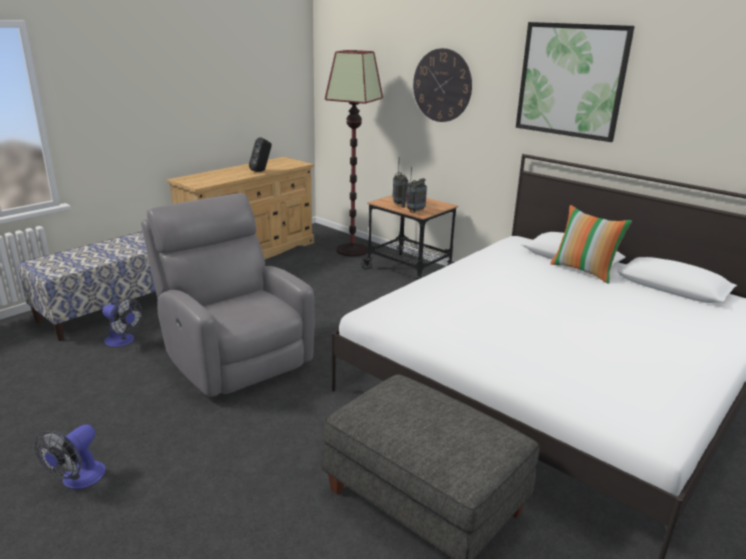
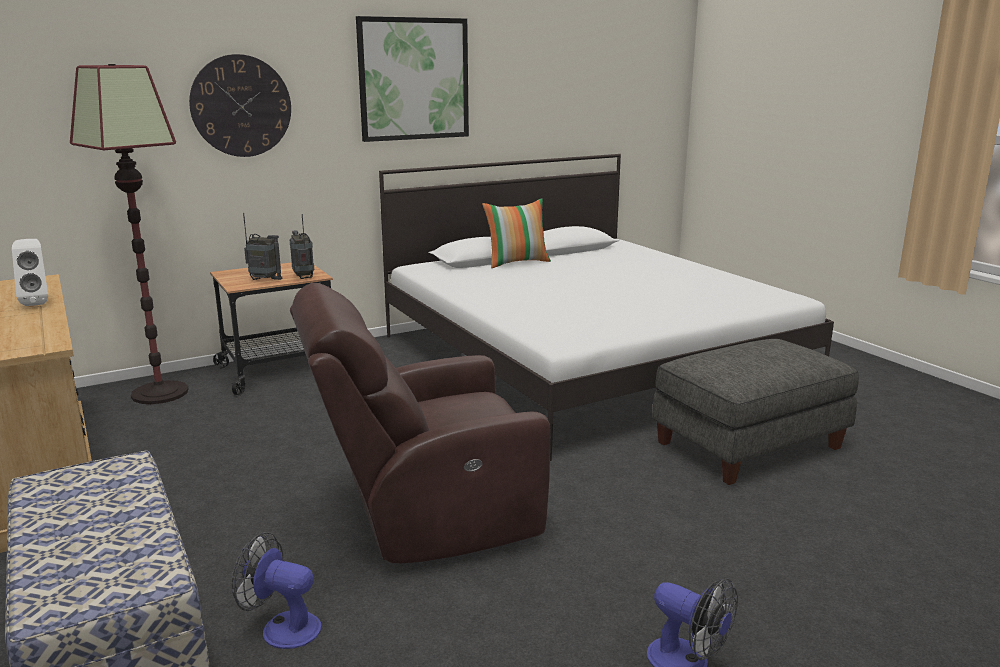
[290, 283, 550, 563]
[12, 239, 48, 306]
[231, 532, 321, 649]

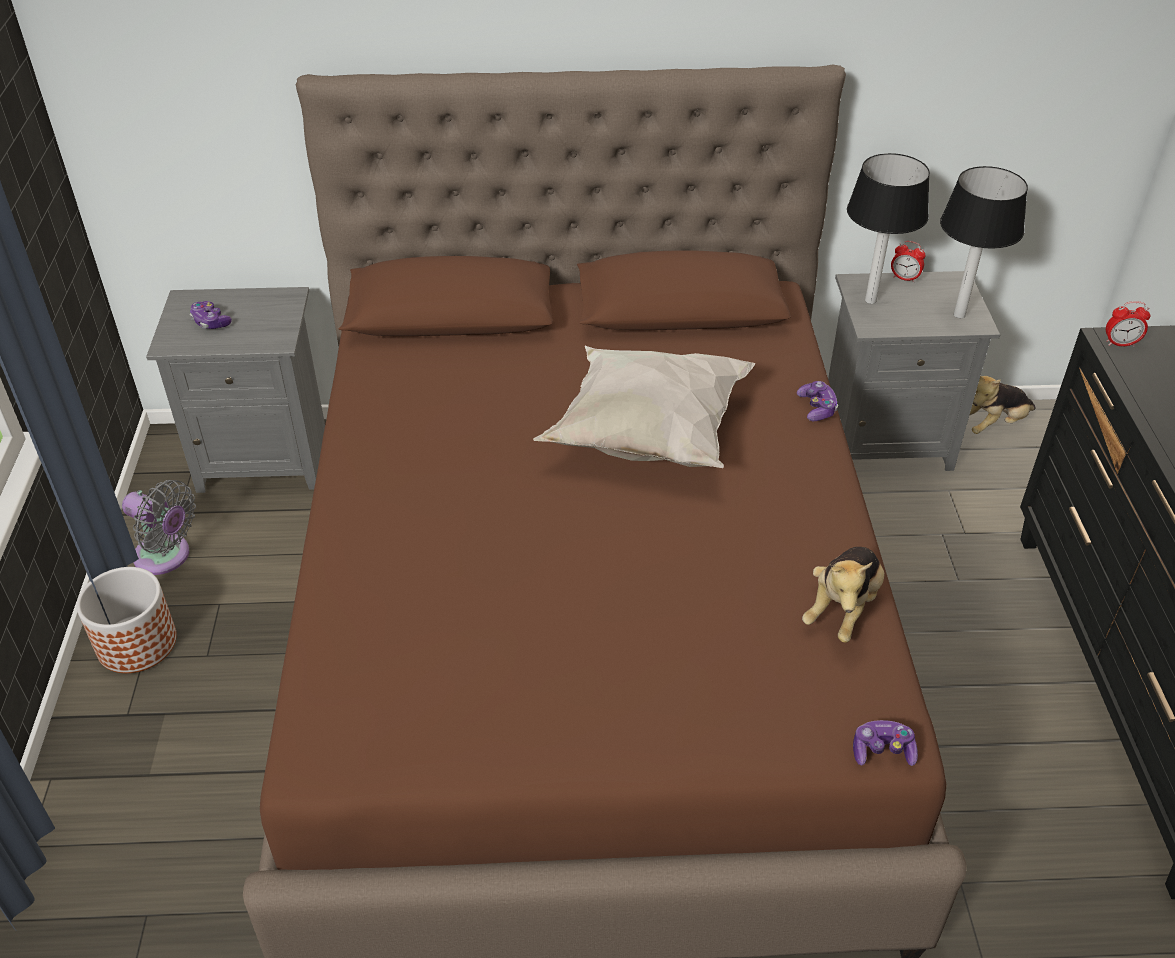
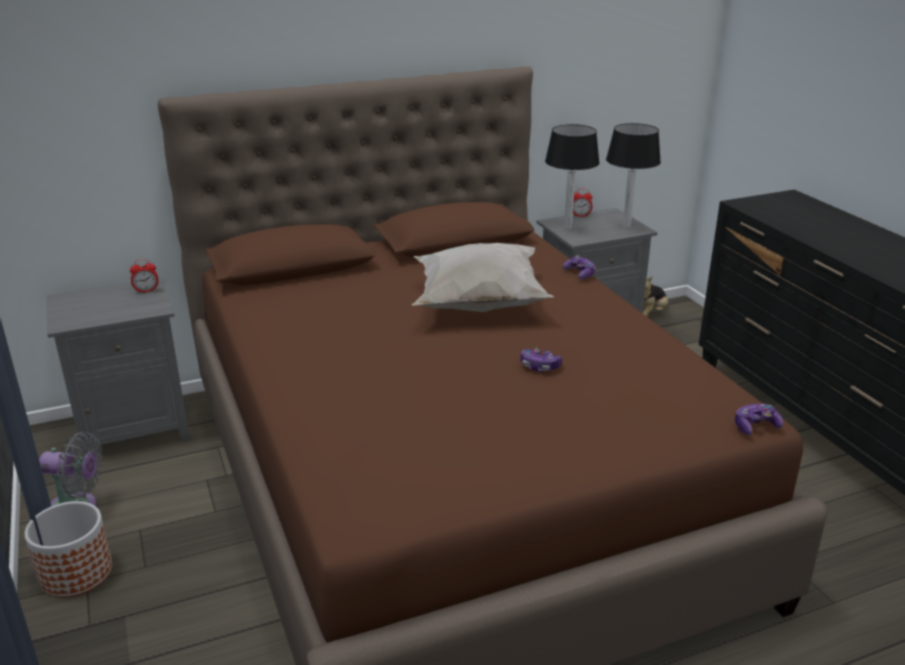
[802, 547, 884, 643] (first image)
[520, 348, 562, 371]
[130, 259, 158, 293]

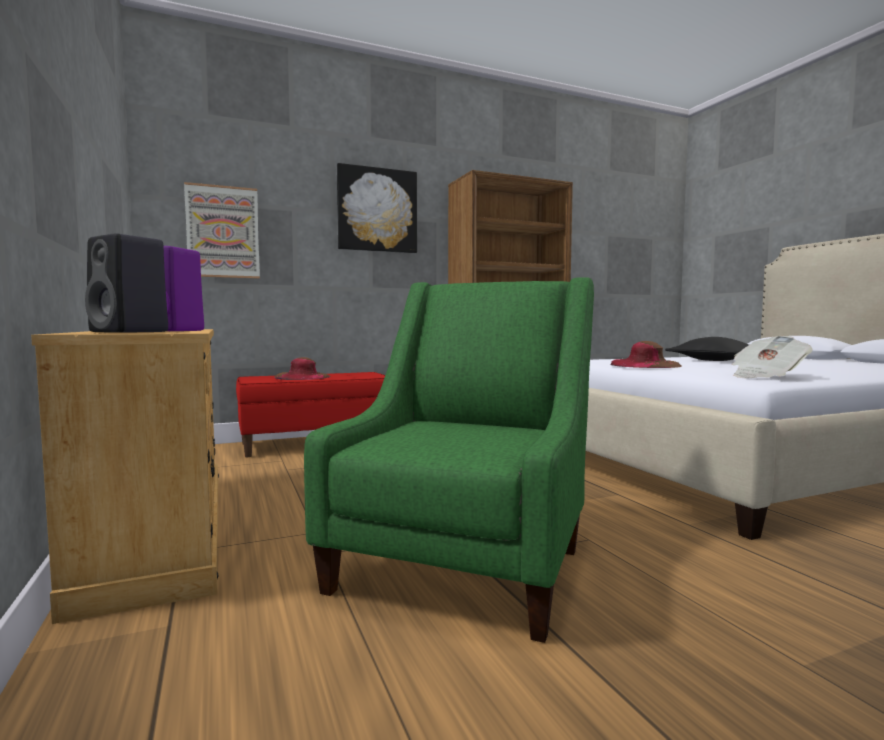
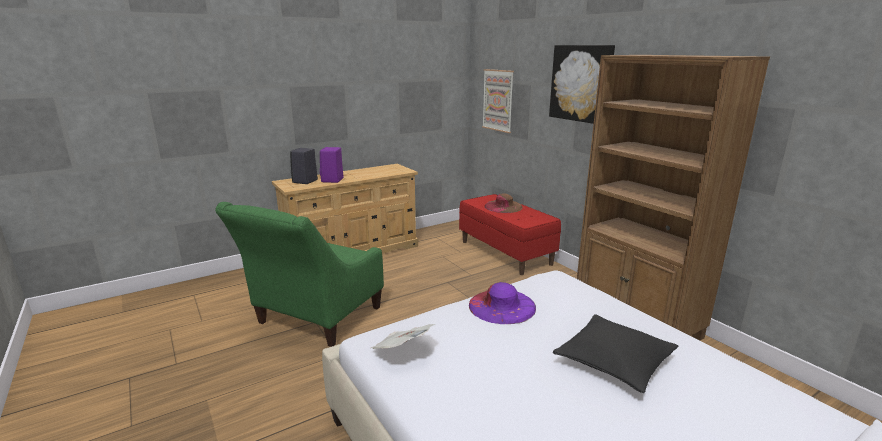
[469, 282, 536, 324]
[215, 202, 384, 347]

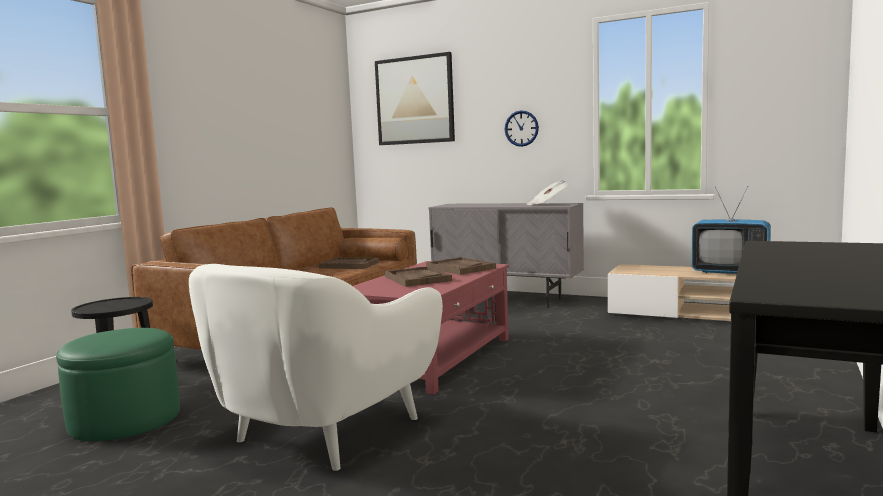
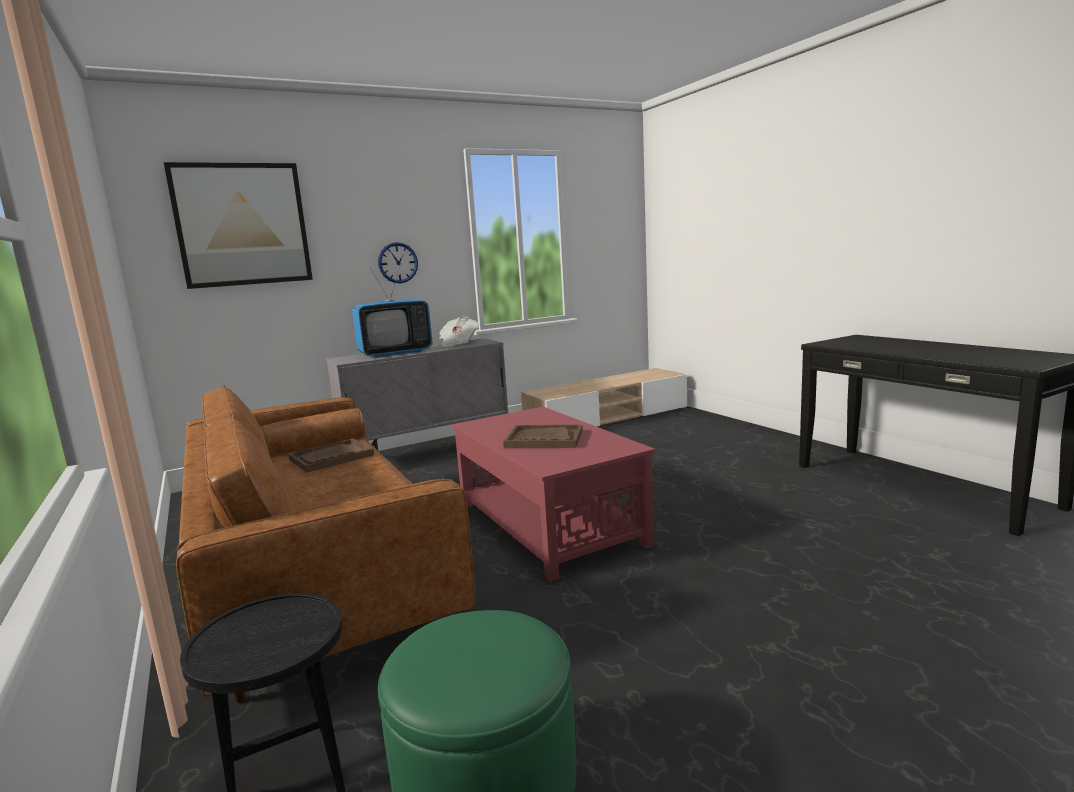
[189, 264, 443, 471] (first image)
[426, 257, 496, 275] (first image)
[352, 265, 433, 358]

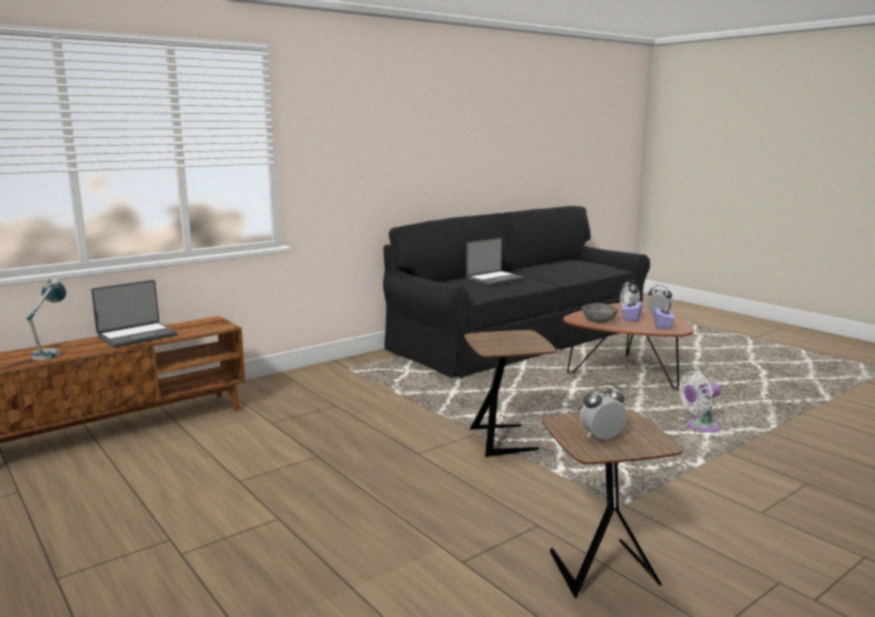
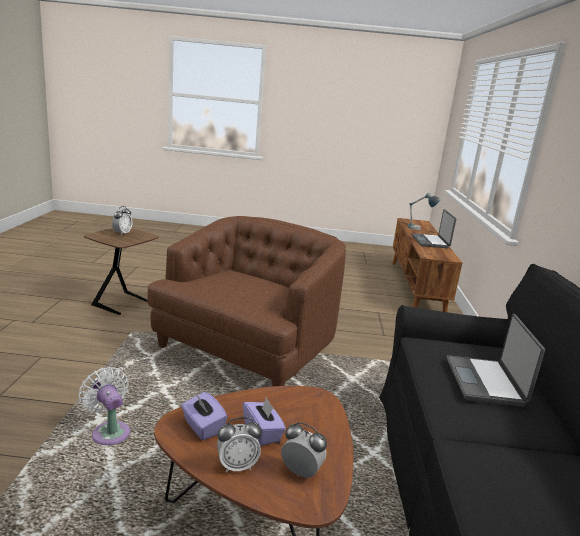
[582, 303, 618, 323] (first image)
[147, 216, 346, 386]
[79, 367, 130, 445]

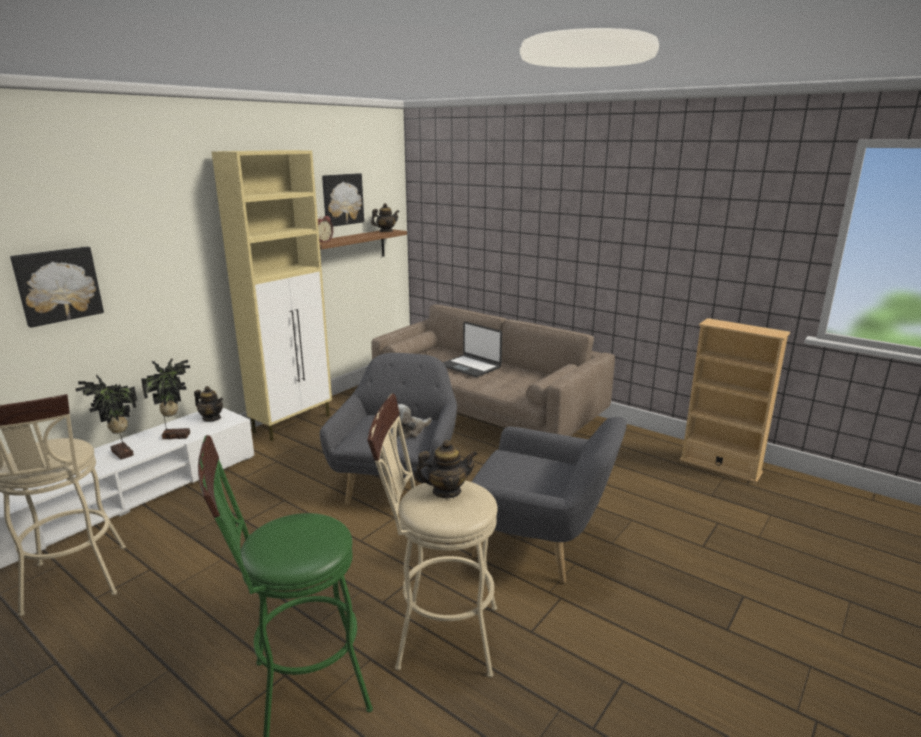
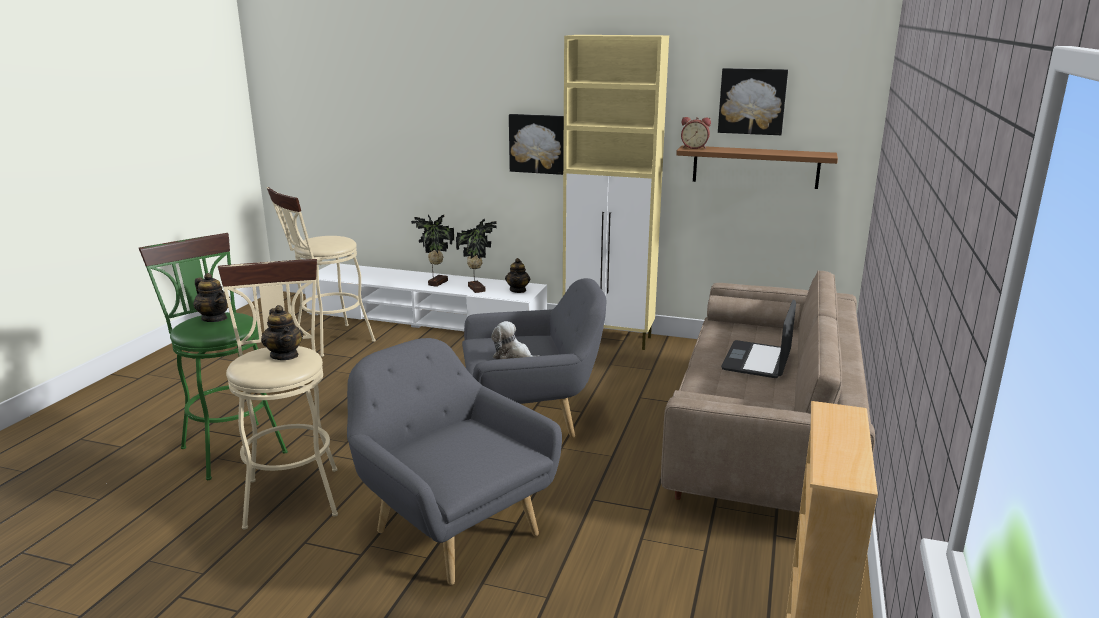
[509, 114, 564, 175]
[193, 273, 230, 322]
[347, 338, 562, 585]

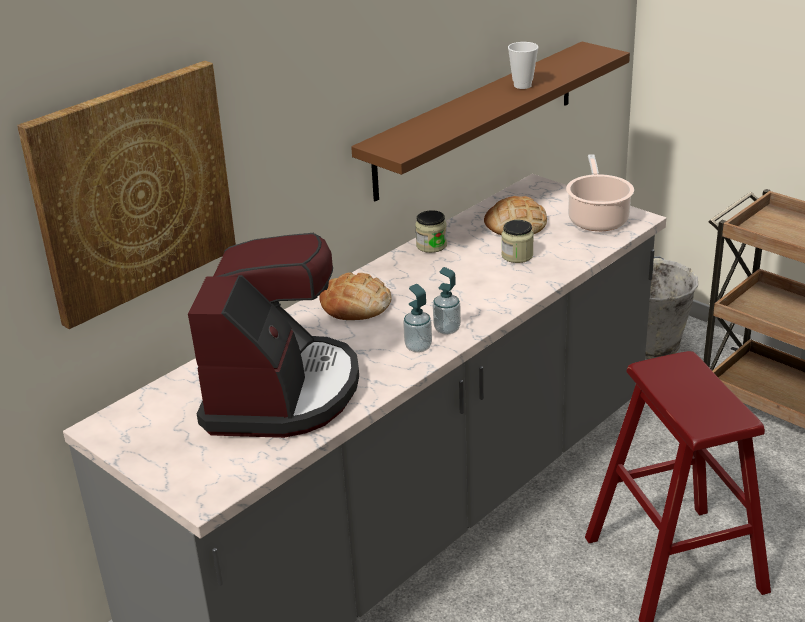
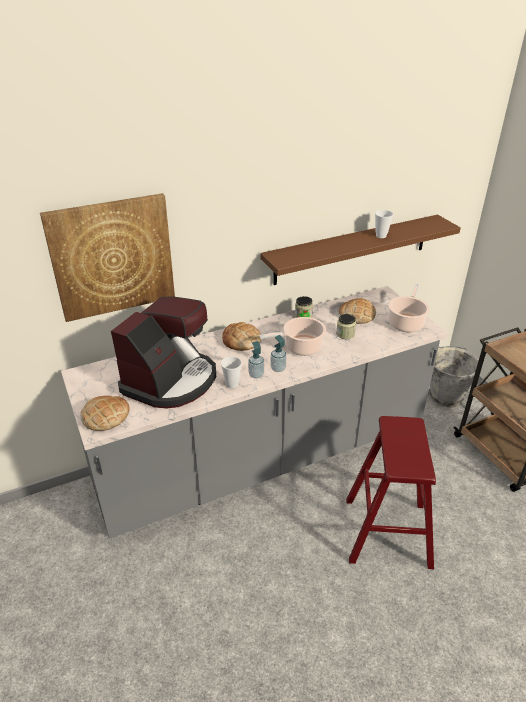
[80, 396, 130, 431]
[221, 357, 242, 388]
[259, 317, 326, 356]

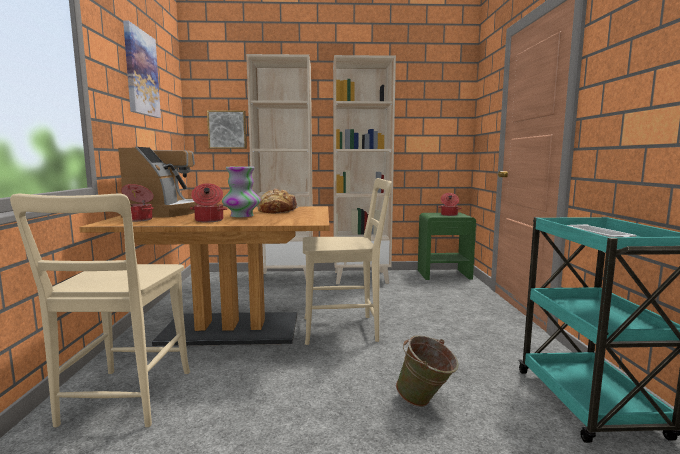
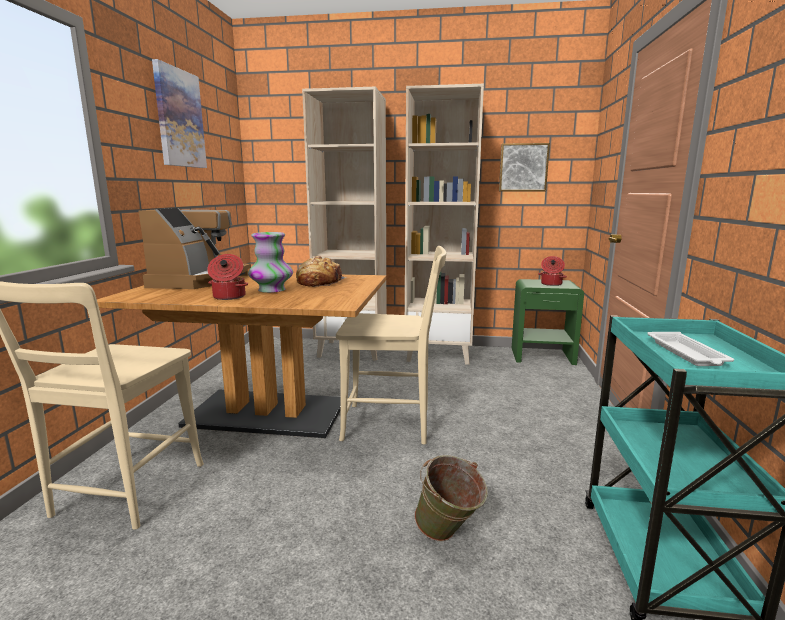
[121, 184, 154, 222] (first image)
[499, 143, 550, 191]

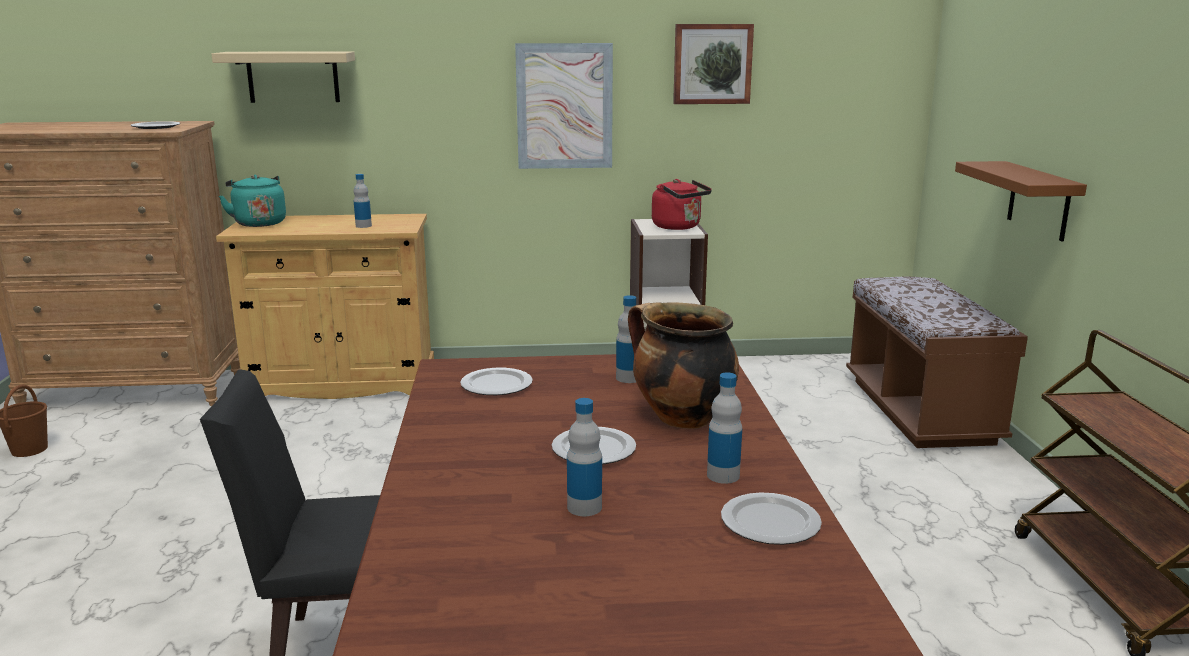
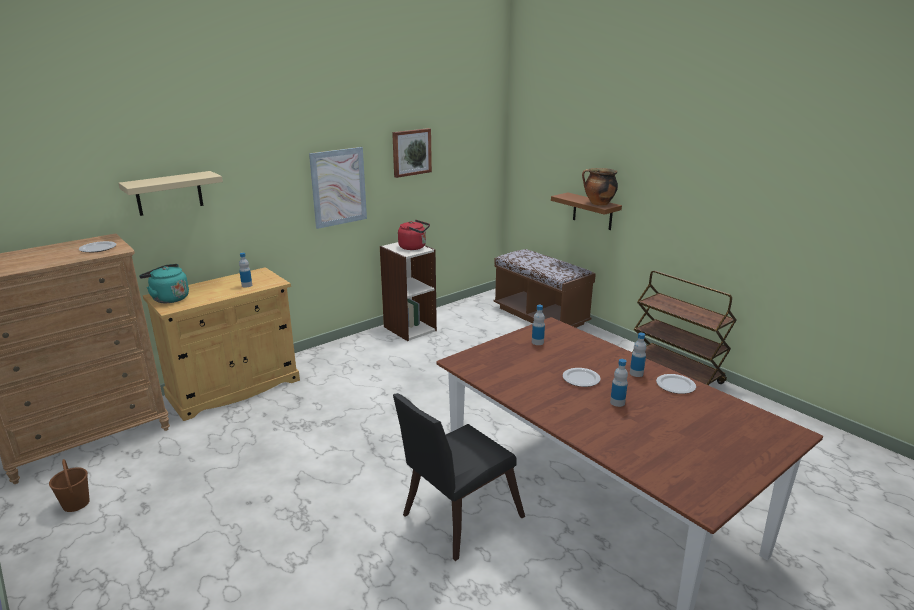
[460, 368, 533, 395] (first image)
[582, 168, 618, 206]

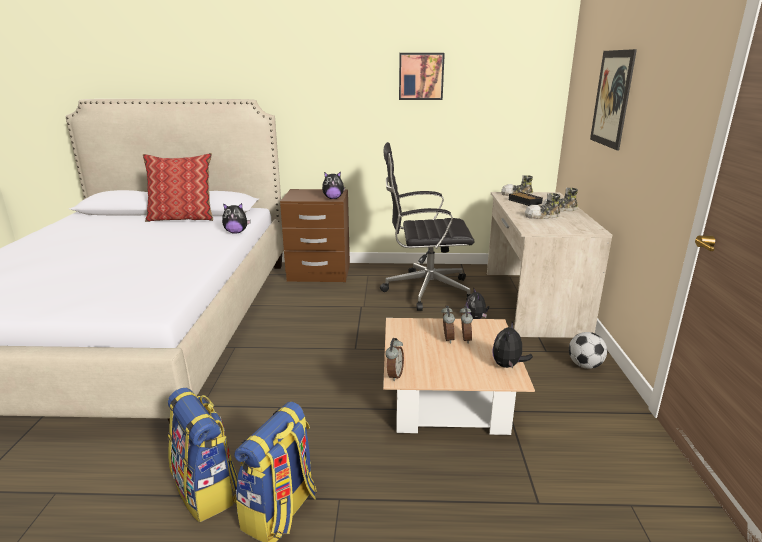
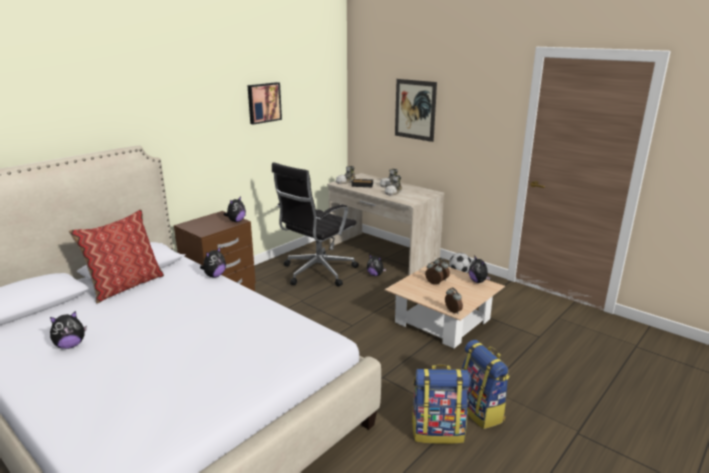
[50, 311, 87, 349]

